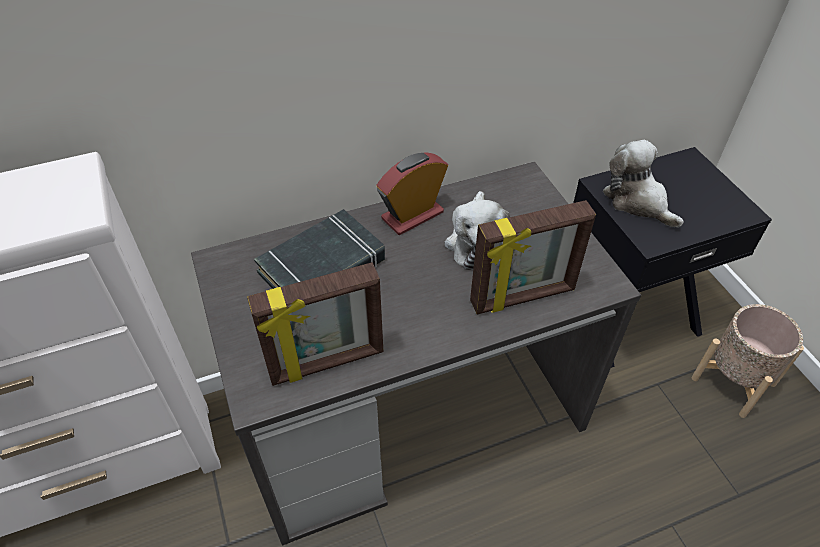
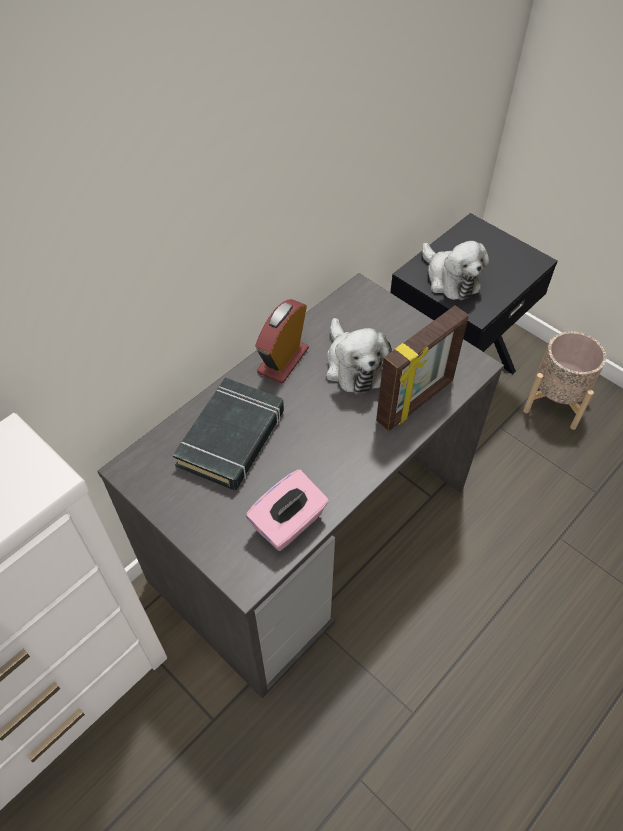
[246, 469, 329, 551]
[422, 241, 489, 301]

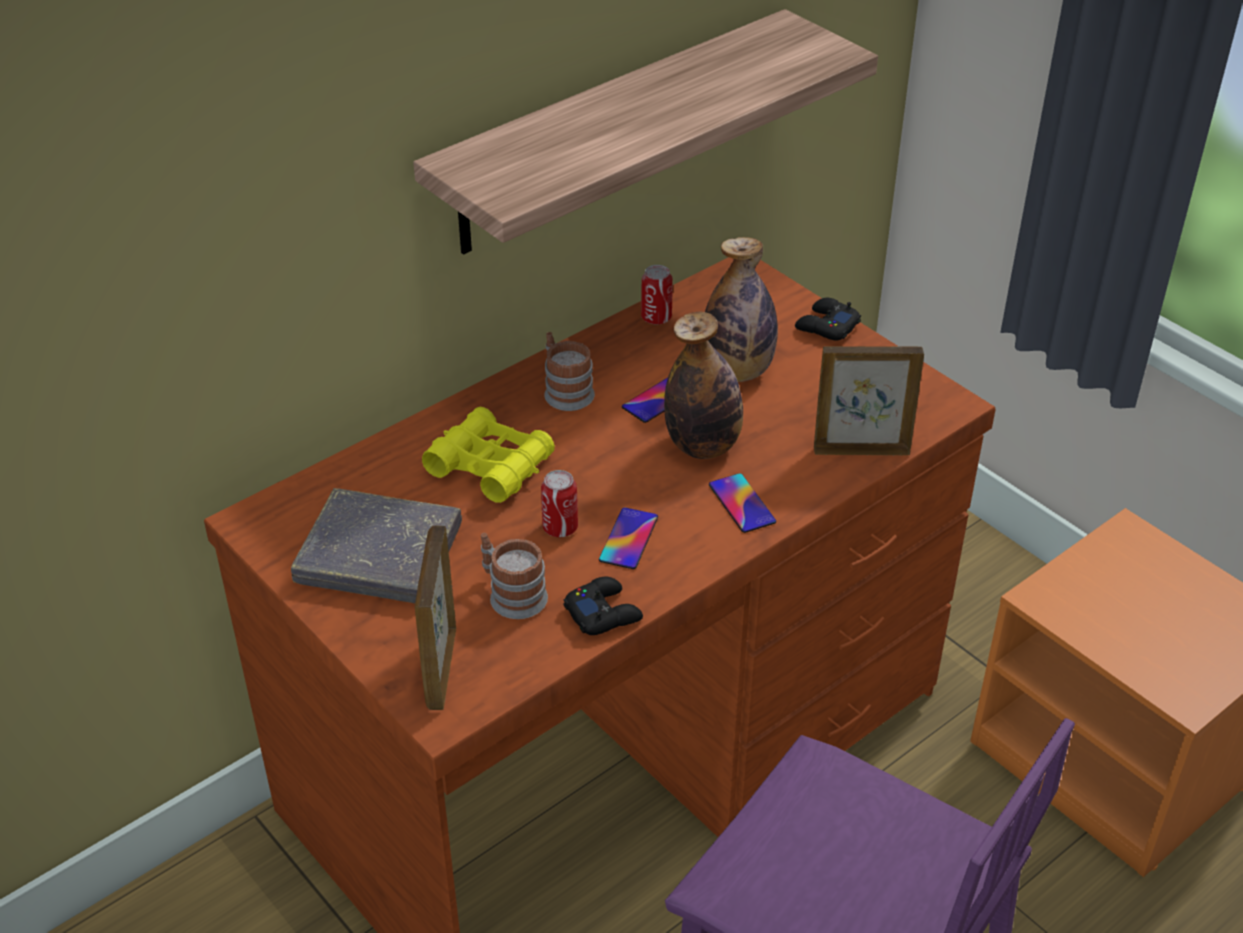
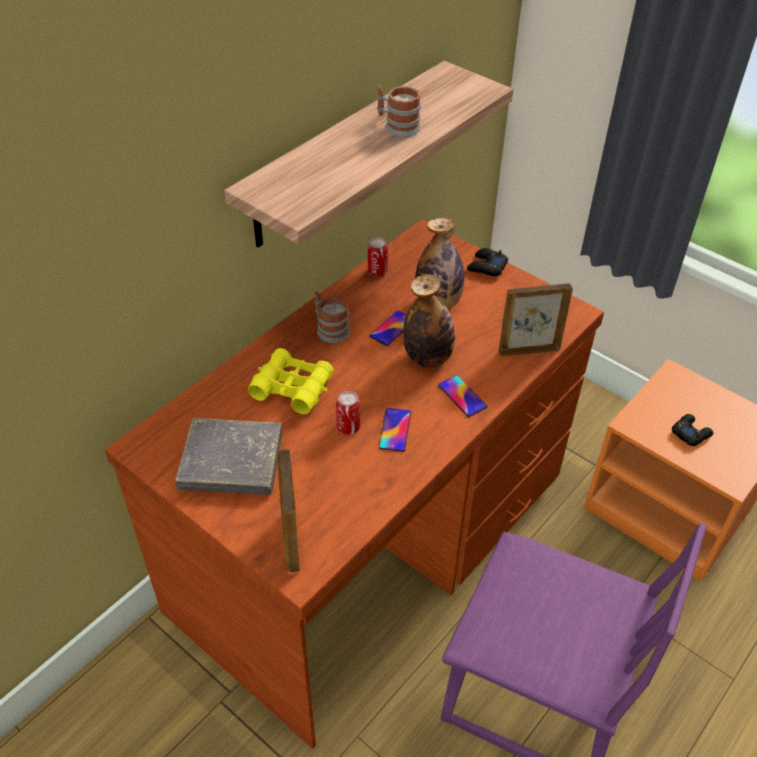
[377, 86, 421, 138]
[672, 414, 713, 446]

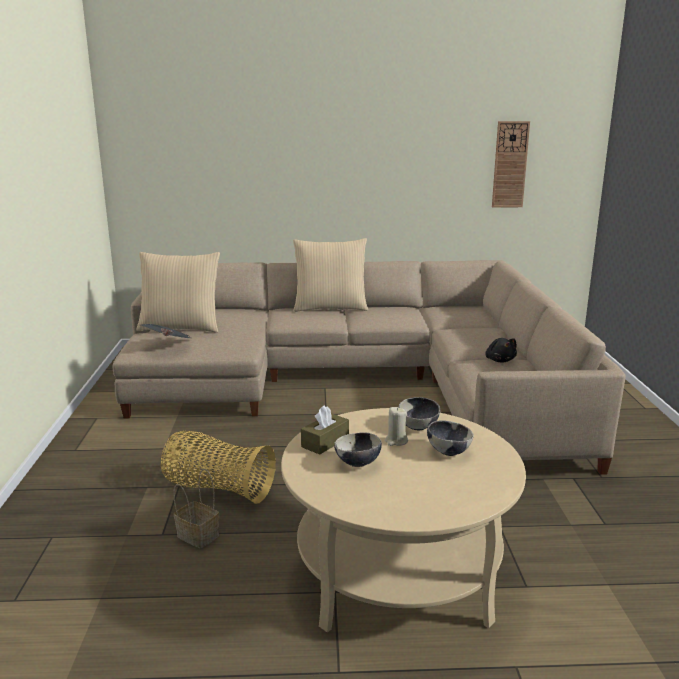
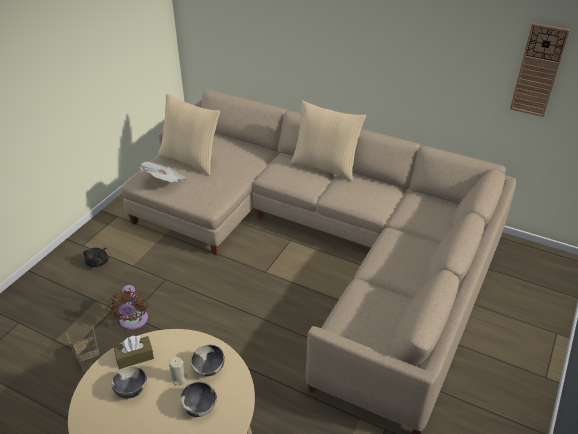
[83, 248, 109, 267]
[107, 285, 148, 330]

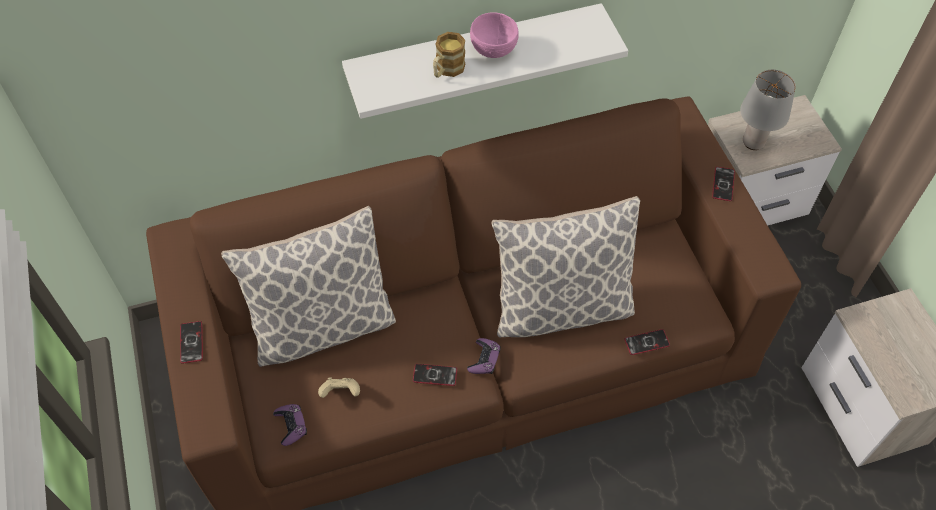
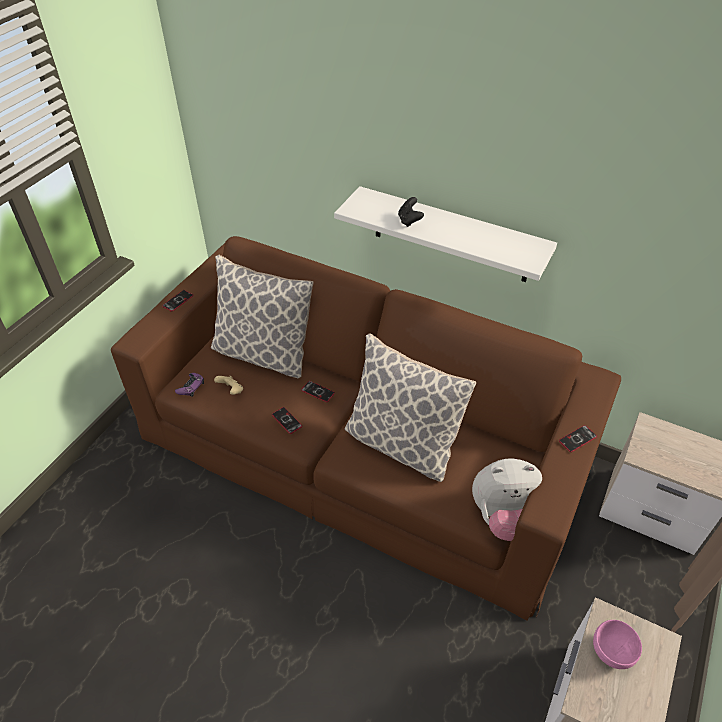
[467, 338, 501, 374] (first image)
[740, 70, 796, 150] (first image)
[472, 459, 542, 541]
[593, 620, 642, 669]
[301, 381, 335, 402]
[398, 197, 424, 227]

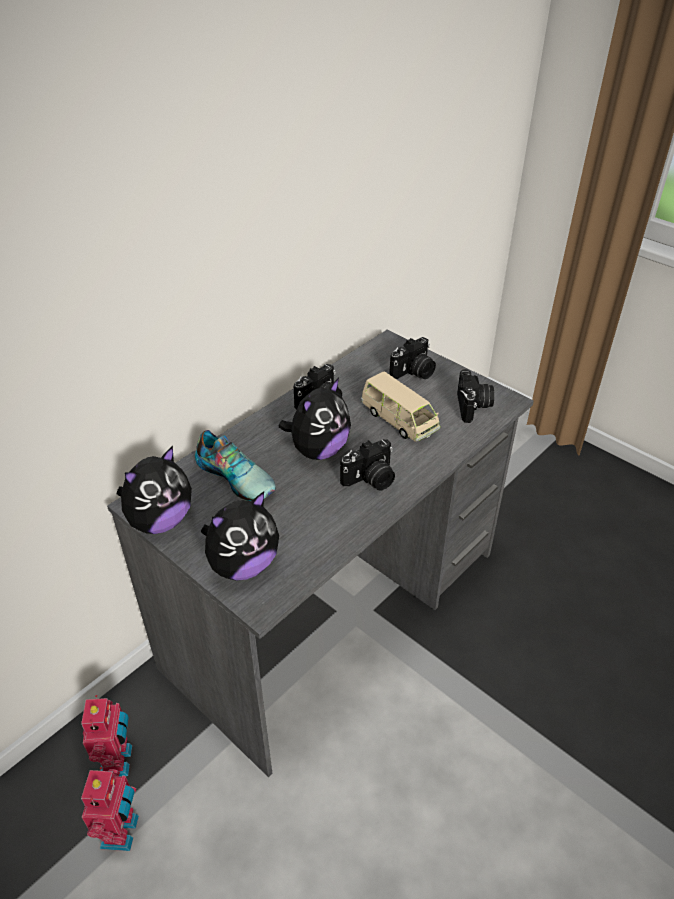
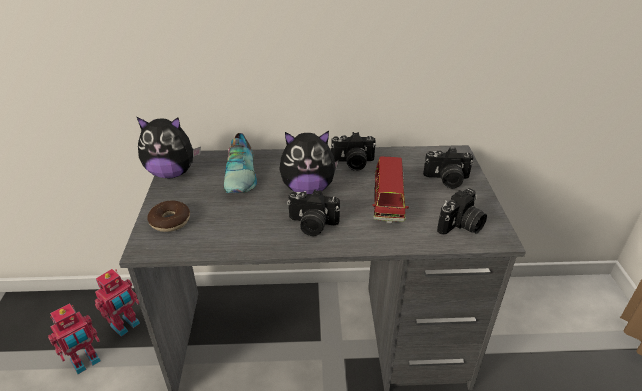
[147, 201, 190, 232]
[372, 157, 409, 223]

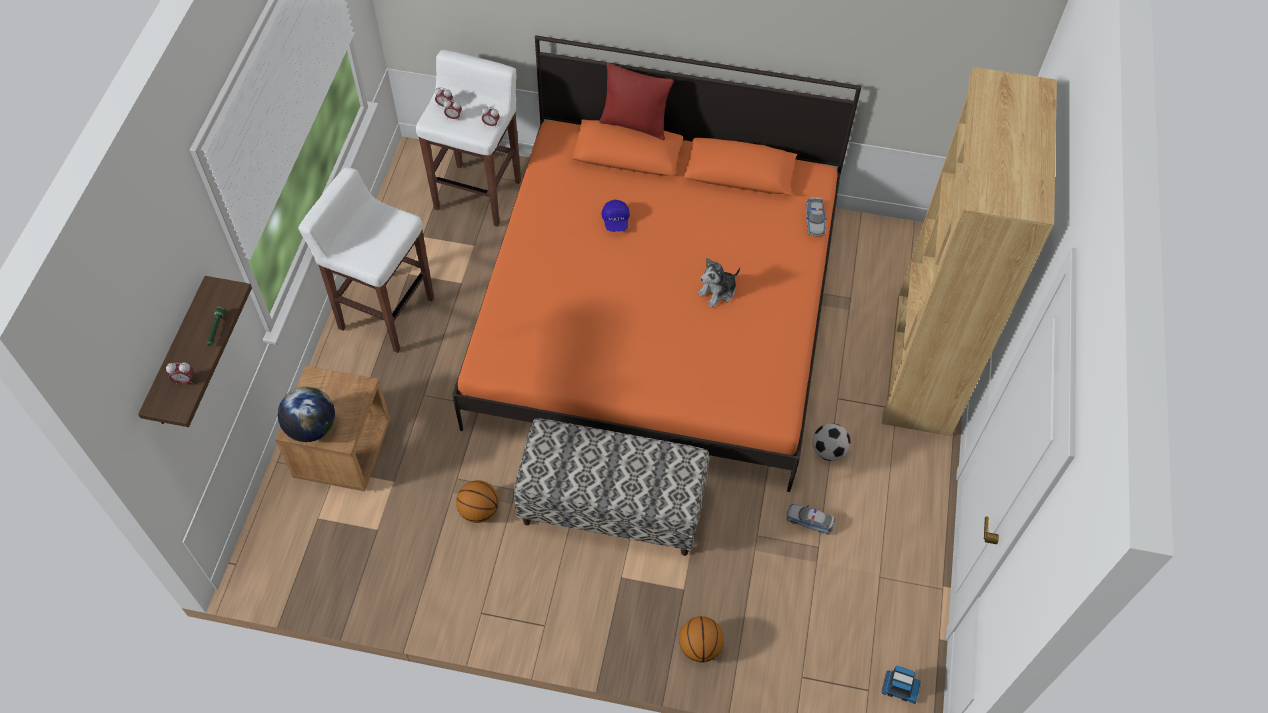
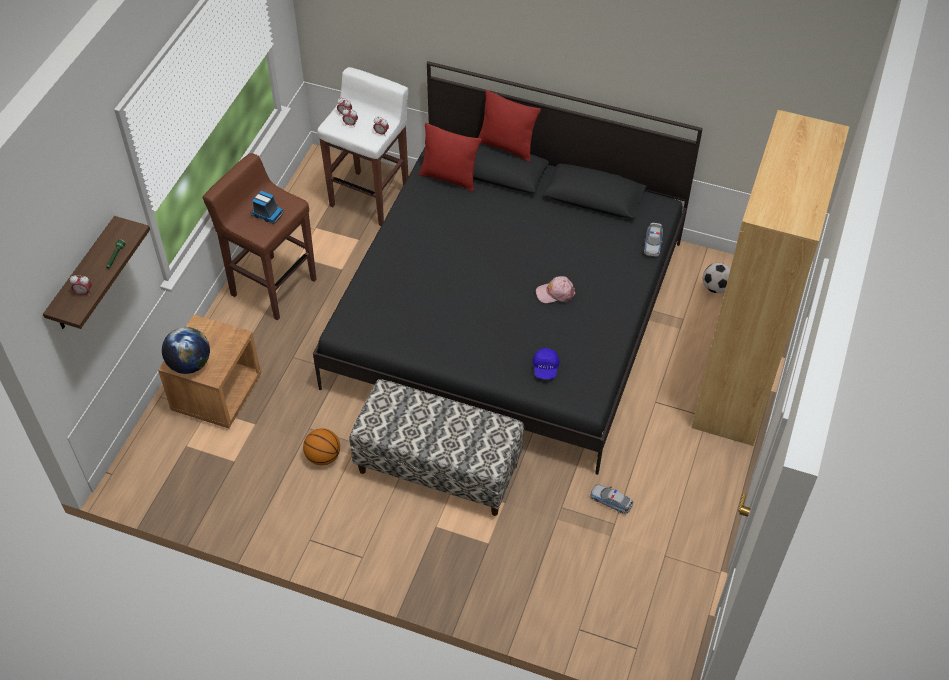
[679, 616, 724, 663] (first image)
[419, 123, 481, 192]
[533, 348, 559, 379]
[703, 263, 731, 293]
[251, 191, 284, 224]
[536, 276, 576, 303]
[203, 153, 316, 320]
[313, 61, 703, 475]

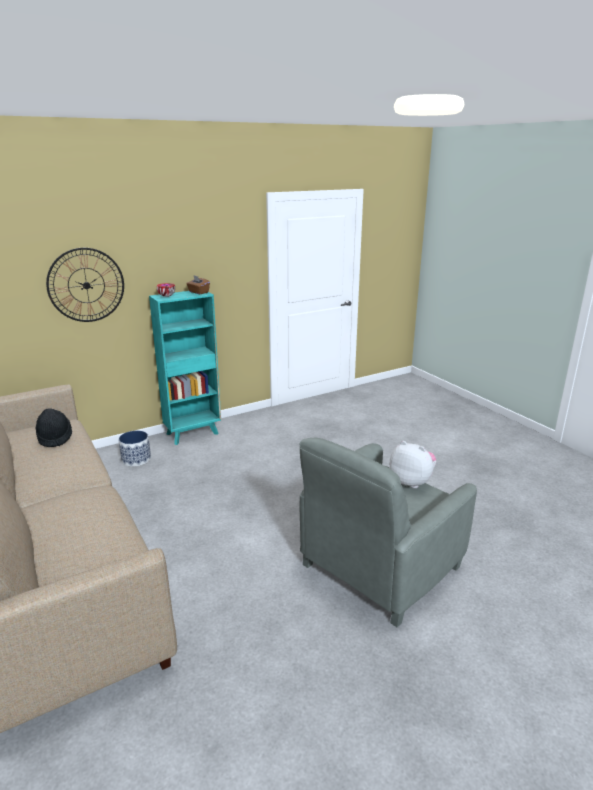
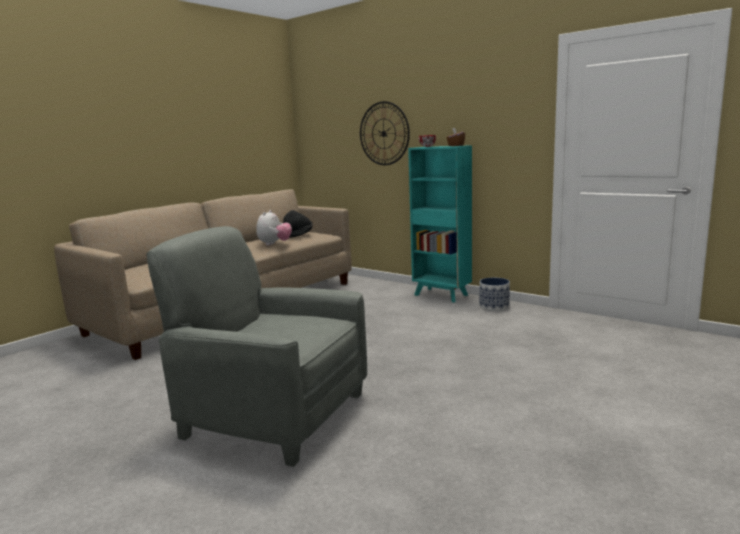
[479, 278, 510, 311]
[256, 210, 292, 246]

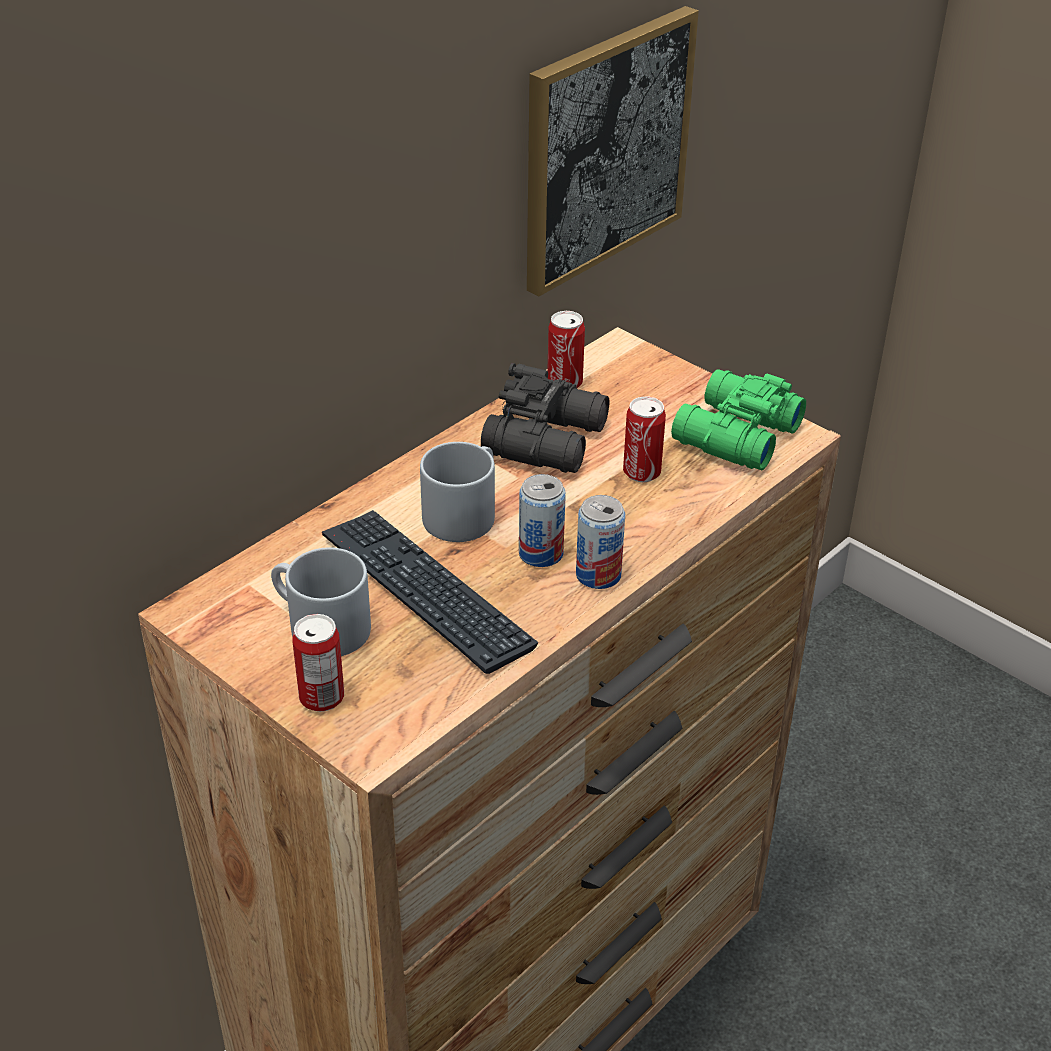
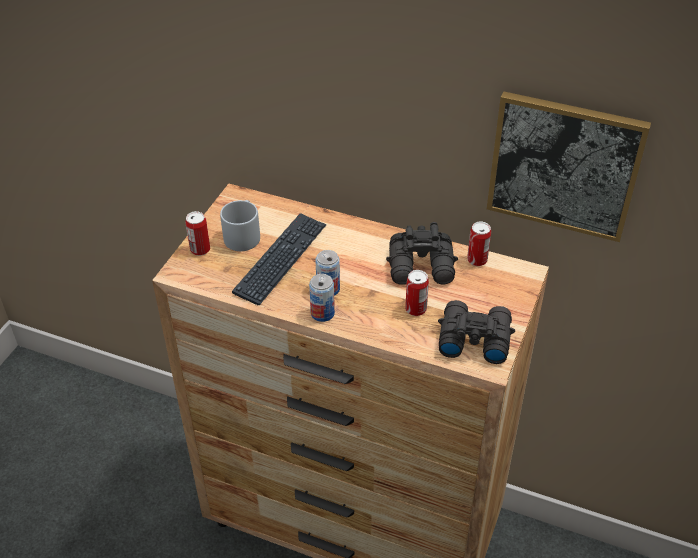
[420, 442, 495, 542] (first image)
[438, 300, 515, 364]

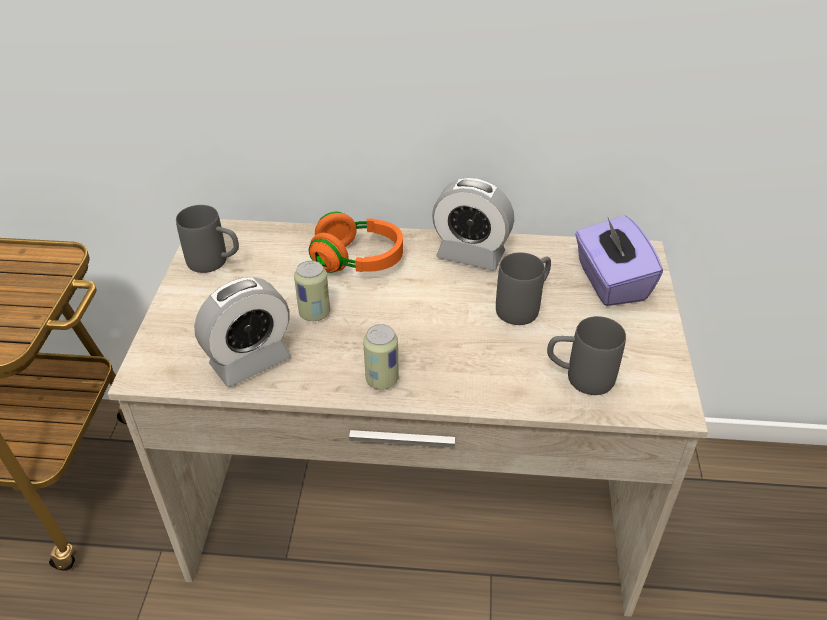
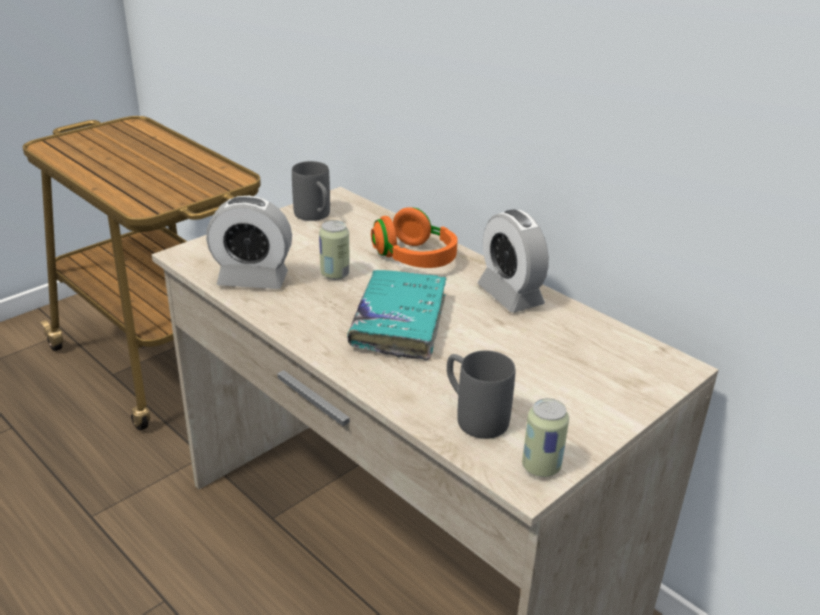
[496, 252, 551, 325] (first image)
[575, 215, 663, 306] (first image)
[347, 270, 446, 360]
[522, 398, 569, 477]

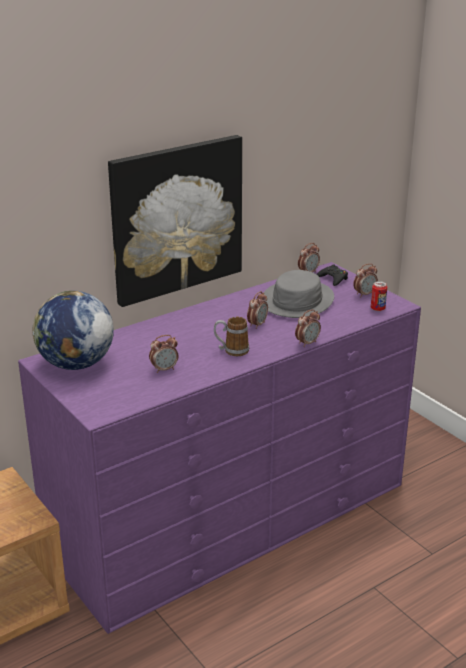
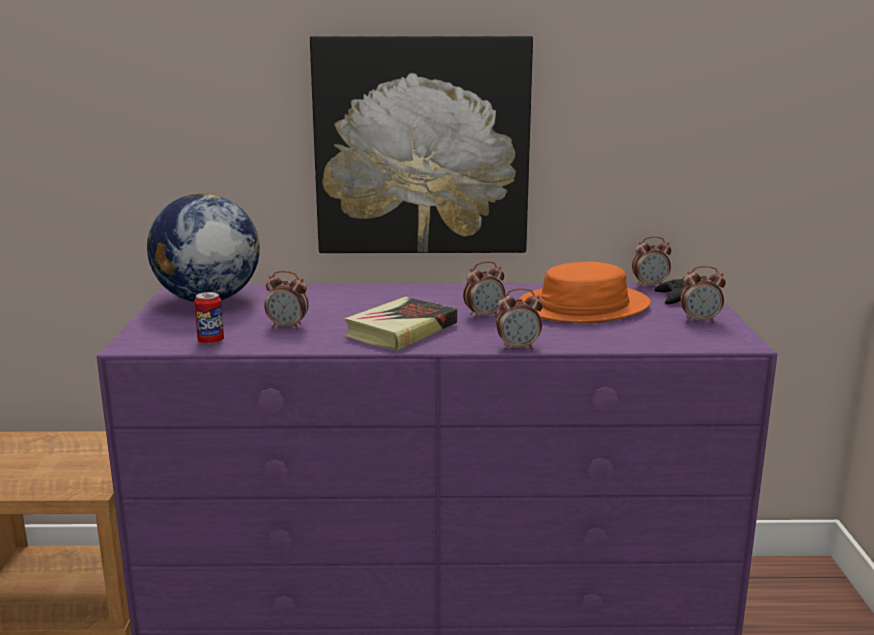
[194, 292, 224, 345]
[344, 297, 458, 351]
[519, 262, 651, 323]

